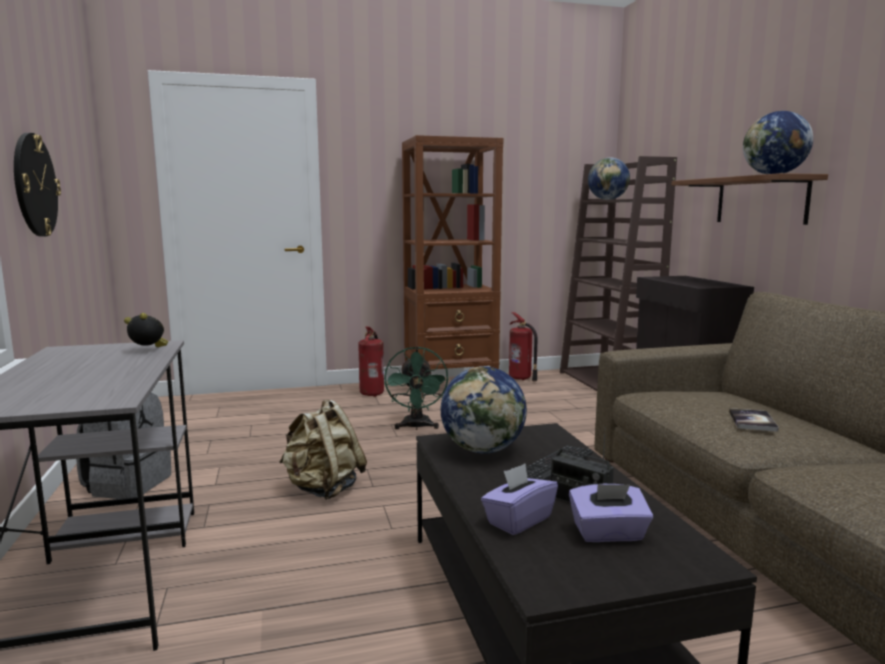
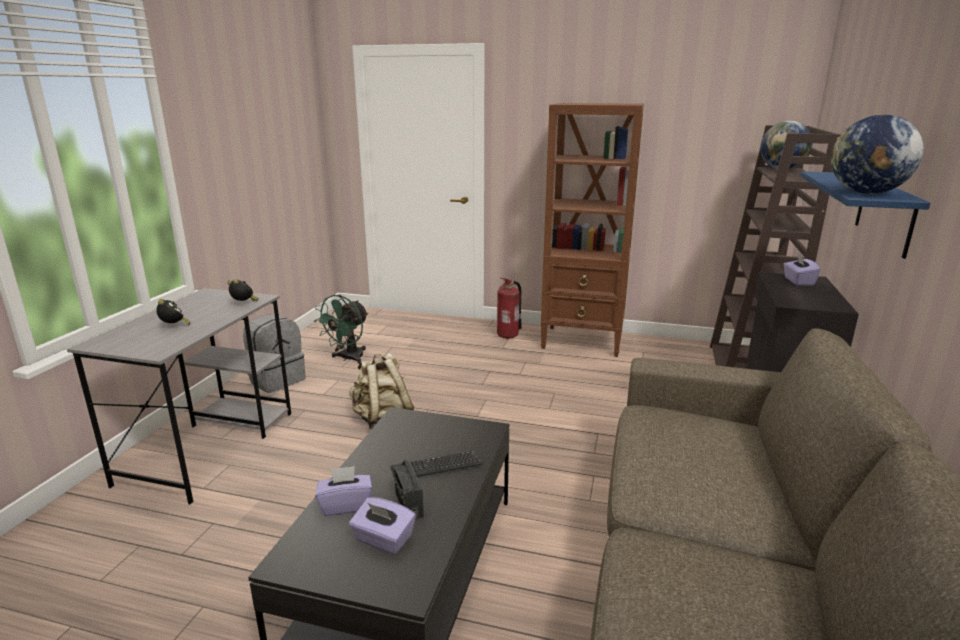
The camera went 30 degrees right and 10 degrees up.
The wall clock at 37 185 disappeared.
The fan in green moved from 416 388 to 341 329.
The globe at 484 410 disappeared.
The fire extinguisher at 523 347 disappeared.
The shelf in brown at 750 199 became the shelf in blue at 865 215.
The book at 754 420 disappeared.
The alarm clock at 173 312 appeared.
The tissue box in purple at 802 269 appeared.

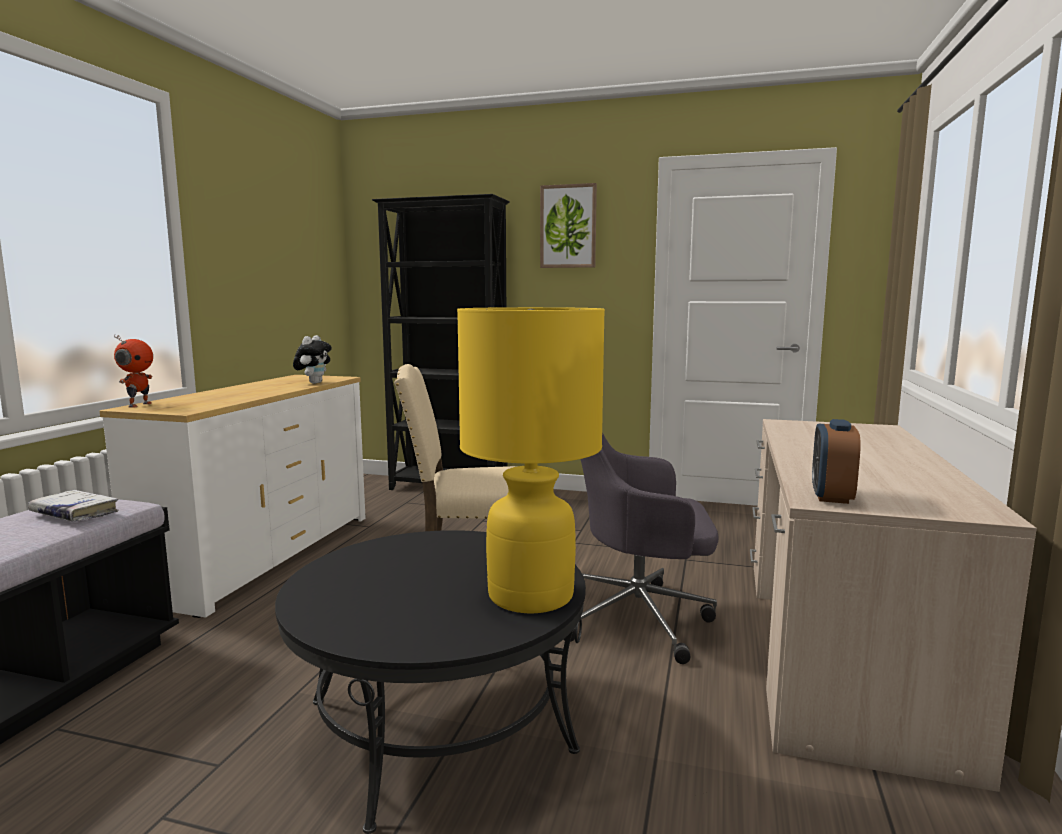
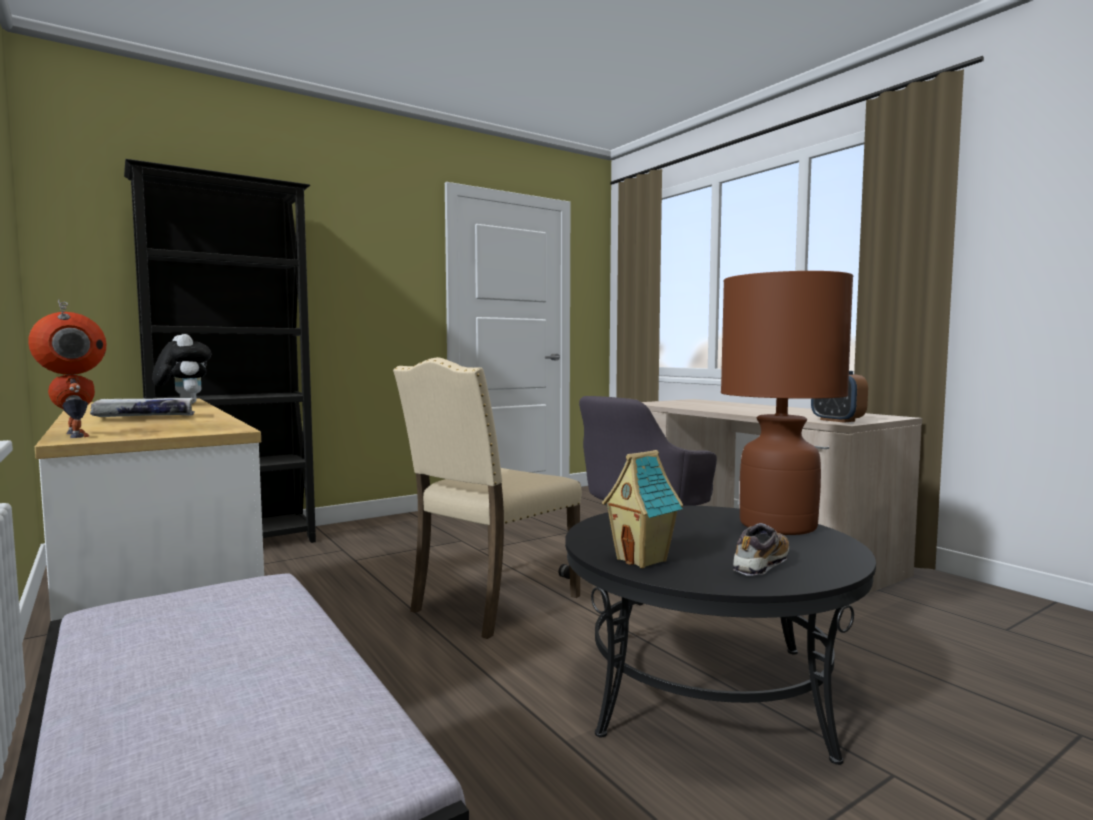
The camera went 50 degrees left and 5 degrees down.
The book in white moved from 73 506 to 142 407.
The table lamp in yellow at 531 460 became the table lamp in brown at 787 403.
The picture at 568 225 disappeared.
The toy house at 643 509 appeared.
The shoe at 761 549 appeared.

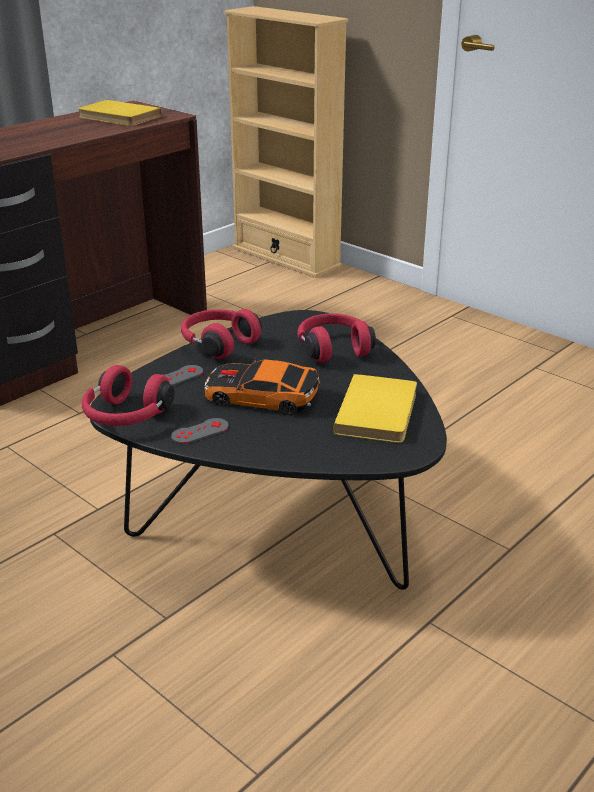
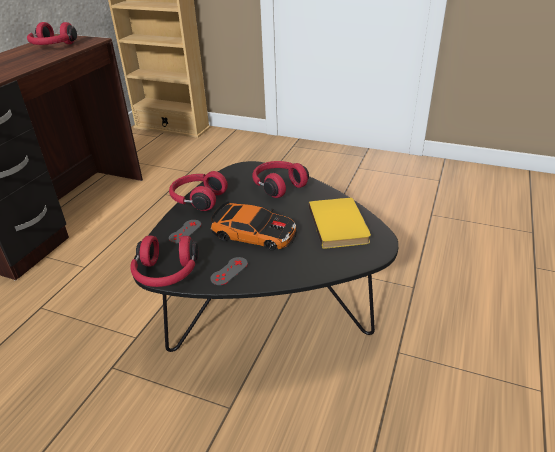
The camera went 20 degrees left and 5 degrees up.
The book in yellow at 120 113 was replaced by the headphones in red at 52 33.
The toy car at 262 387 turned 150 degrees counterclockwise.

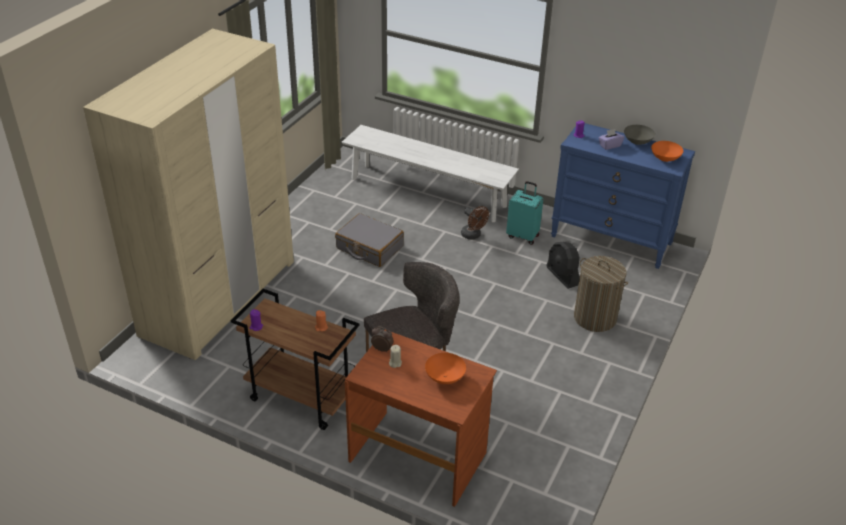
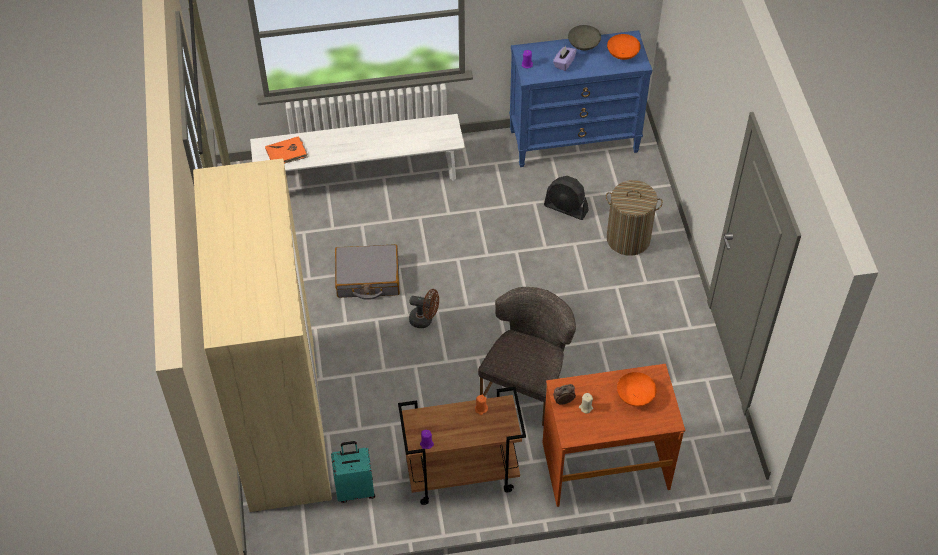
The camera went 35 degrees left and 15 degrees up.
The fan in brown moved from 475 223 to 424 308.
The suitcase in turquoise moved from 524 213 to 353 472.
The book in orange at 286 150 appeared.

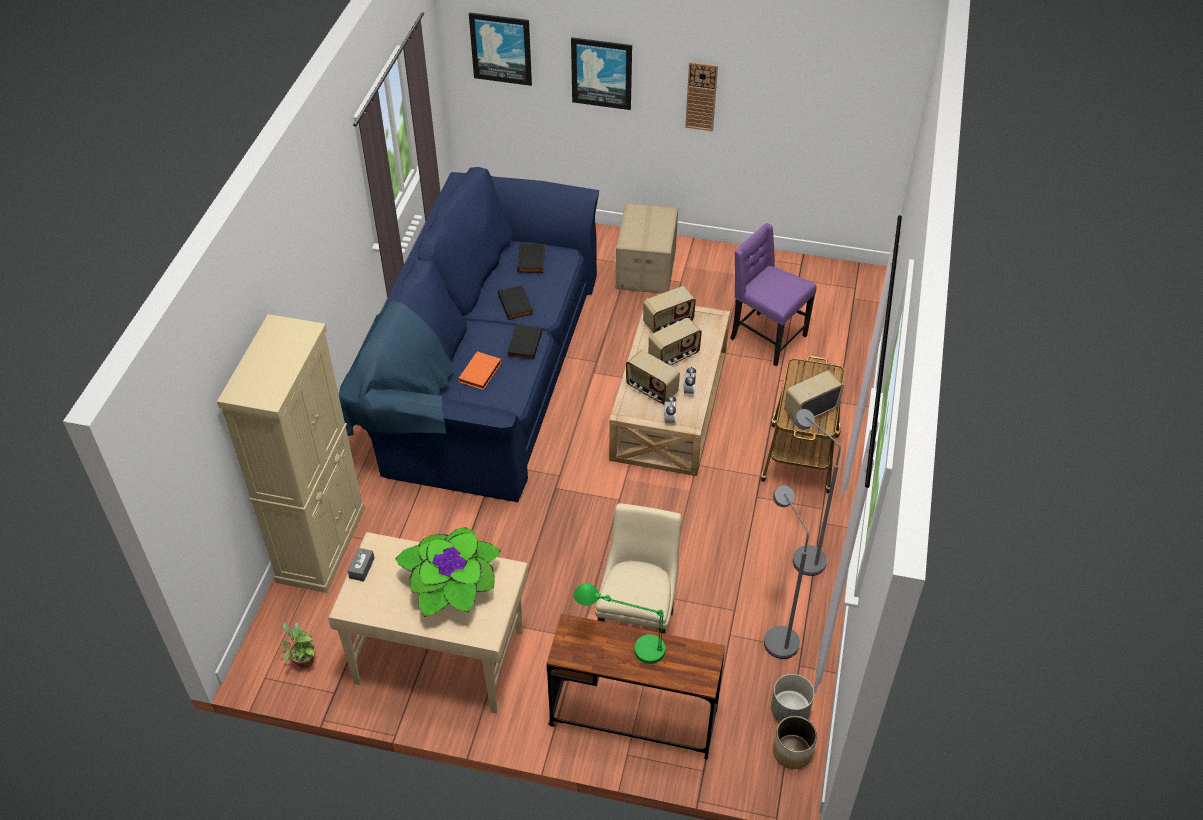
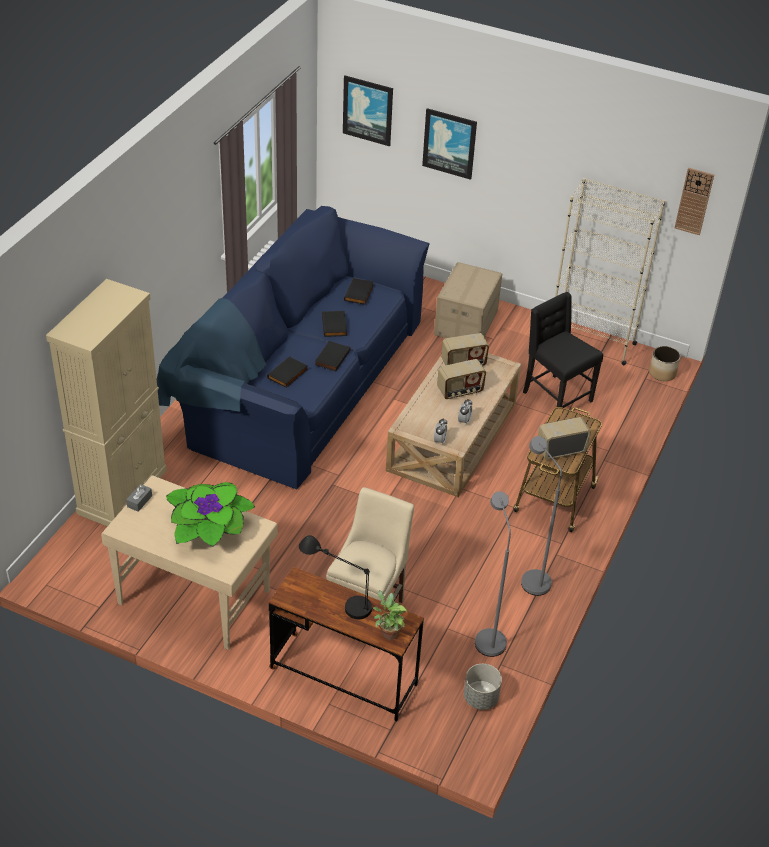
The camera went 10 degrees right and 5 degrees down.
The potted plant moved from 298 645 to 390 615.
The book in orange at 479 370 became the book in black at 287 372.
The table lamp in green at 620 623 became the table lamp in black at 335 577.
The radio at 653 377 disappeared.
The wall clock moved from 701 96 to 694 201.
The chair in purple at 773 294 became the chair in black at 563 356.
The planter moved from 795 742 to 665 363.
The bookcase in beige at 610 271 appeared.

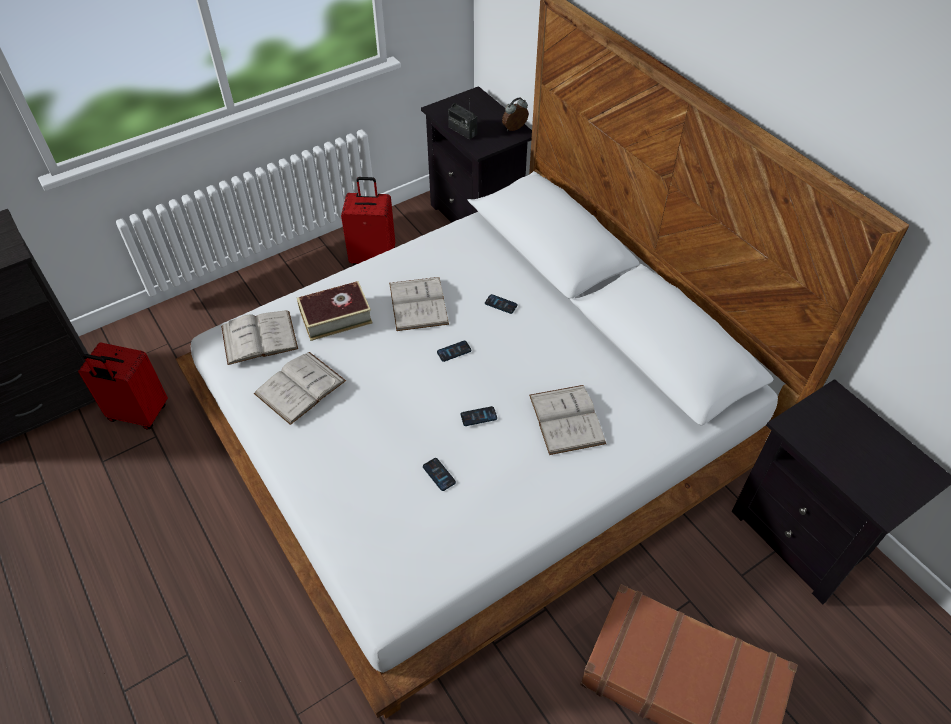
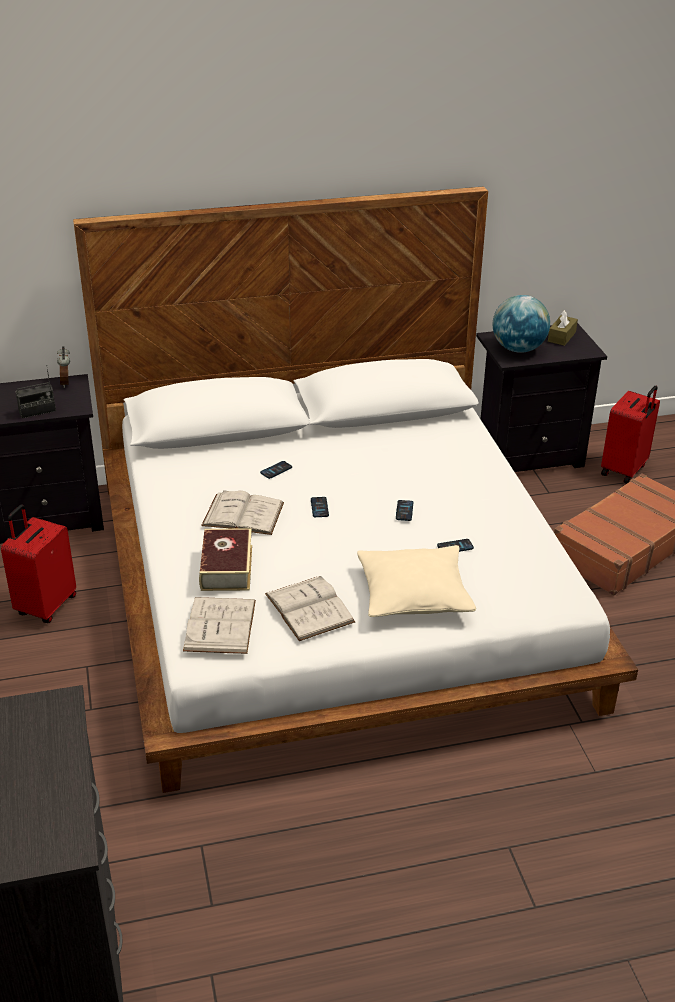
The camera went 70 degrees left and 15 degrees down.
The suitcase in red moved from 123 386 to 630 435.
The book in white at 567 420 disappeared.
The pillow in beige at 416 581 appeared.
The globe at 521 324 appeared.
The tissue box in brown at 563 328 appeared.

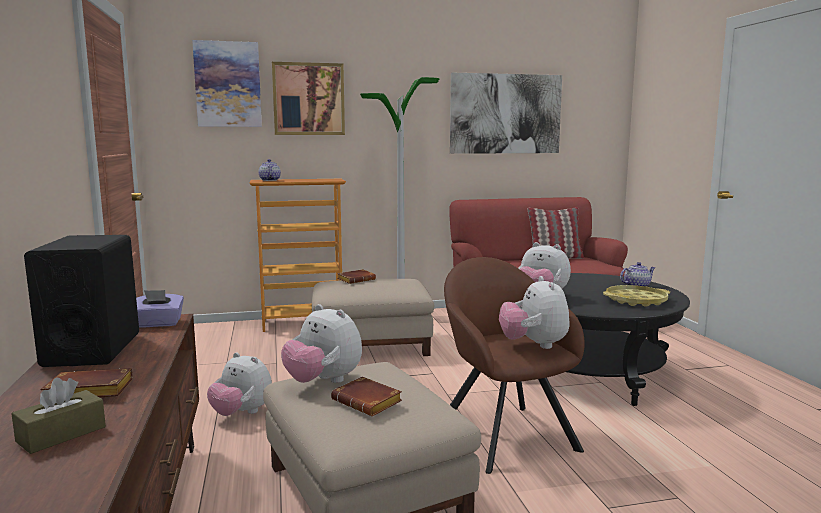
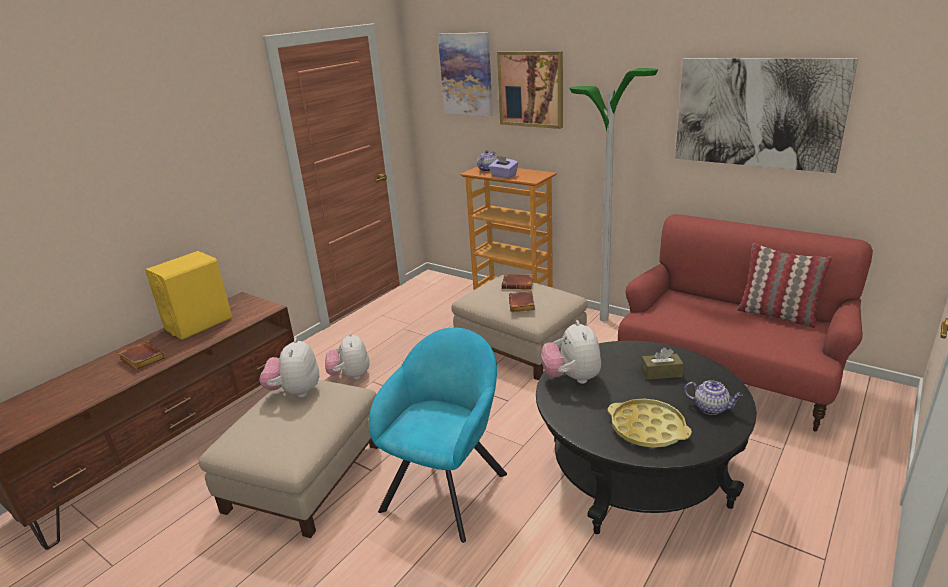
The camera went 50 degrees right and 15 degrees up.
The tissue box in brown moved from 58 416 to 662 363.
The speaker in black at 81 301 became the speaker in yellow at 188 295.
The tissue box in purple moved from 160 309 to 503 167.
The book in brown moved from 366 396 to 522 301.
The armchair in brown at 514 365 became the armchair in turquoise at 438 435.
The plush toy at 534 312 disappeared.

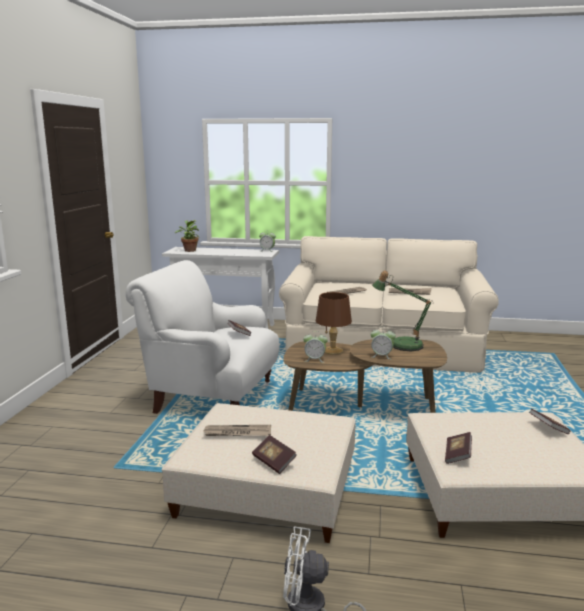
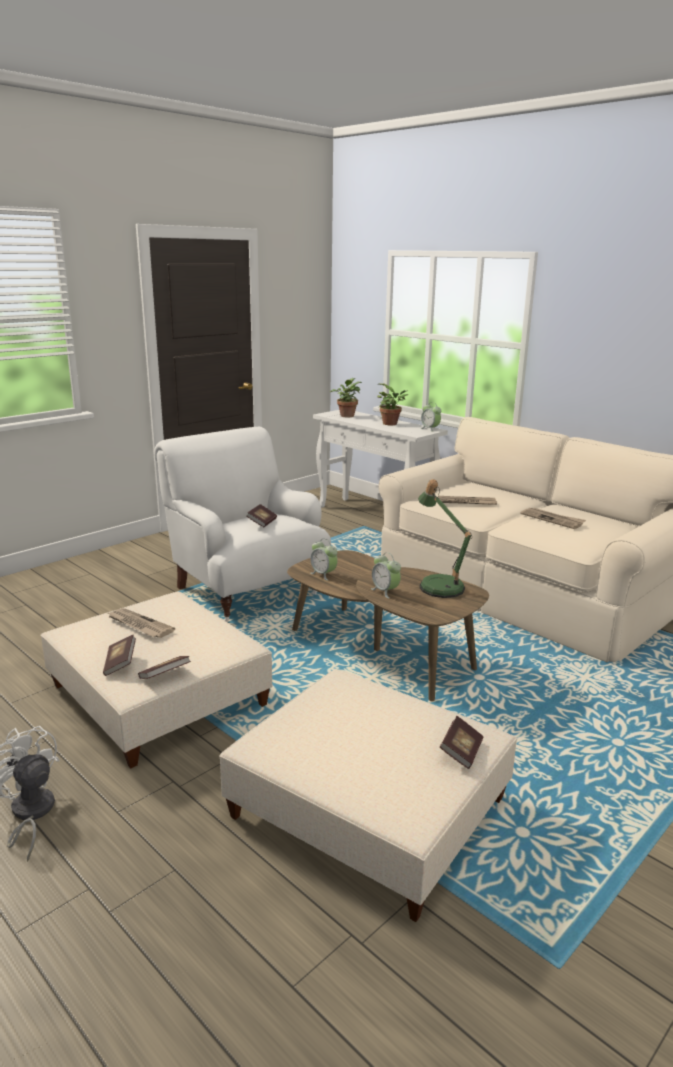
The camera went 35 degrees right and 5 degrees up.
The table lamp in brown at 334 323 disappeared.
The book moved from 458 448 to 164 667.
The potted plant at 392 404 appeared.

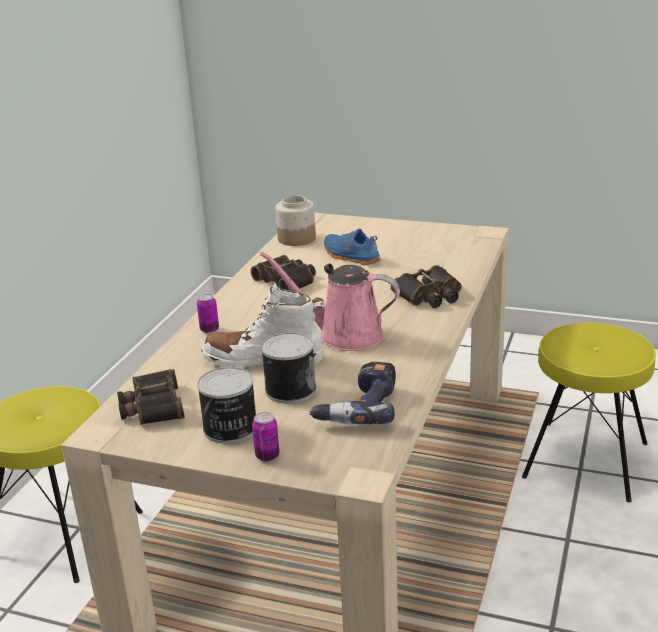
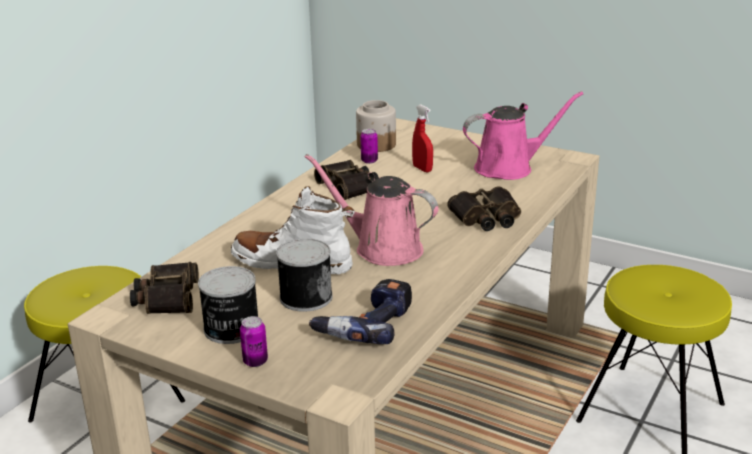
The camera went 10 degrees right and 0 degrees up.
The can moved from 208 313 to 369 146.
The shoe in blue at 352 247 was replaced by the spray bottle in red at 422 138.
The watering can in pink at 523 136 appeared.

